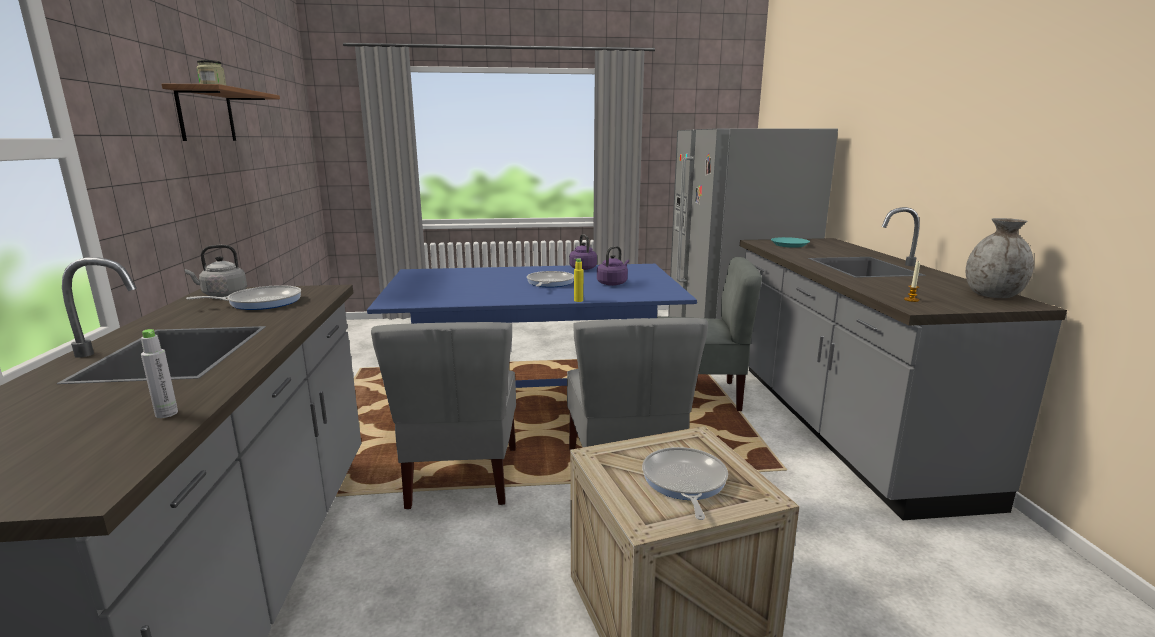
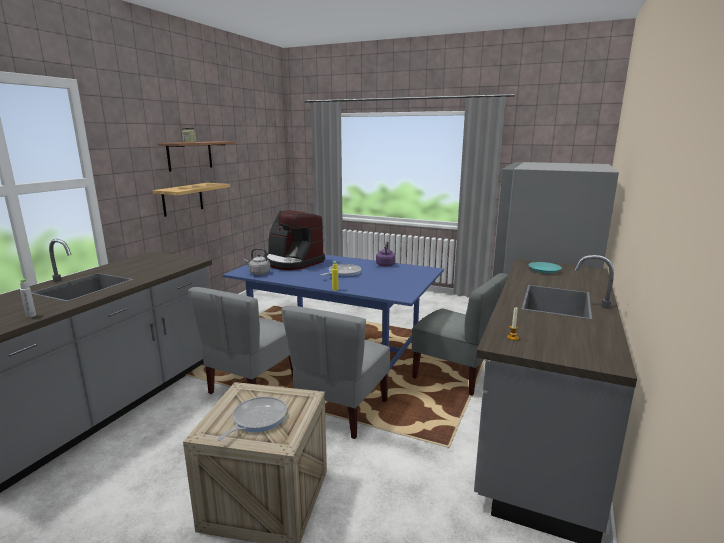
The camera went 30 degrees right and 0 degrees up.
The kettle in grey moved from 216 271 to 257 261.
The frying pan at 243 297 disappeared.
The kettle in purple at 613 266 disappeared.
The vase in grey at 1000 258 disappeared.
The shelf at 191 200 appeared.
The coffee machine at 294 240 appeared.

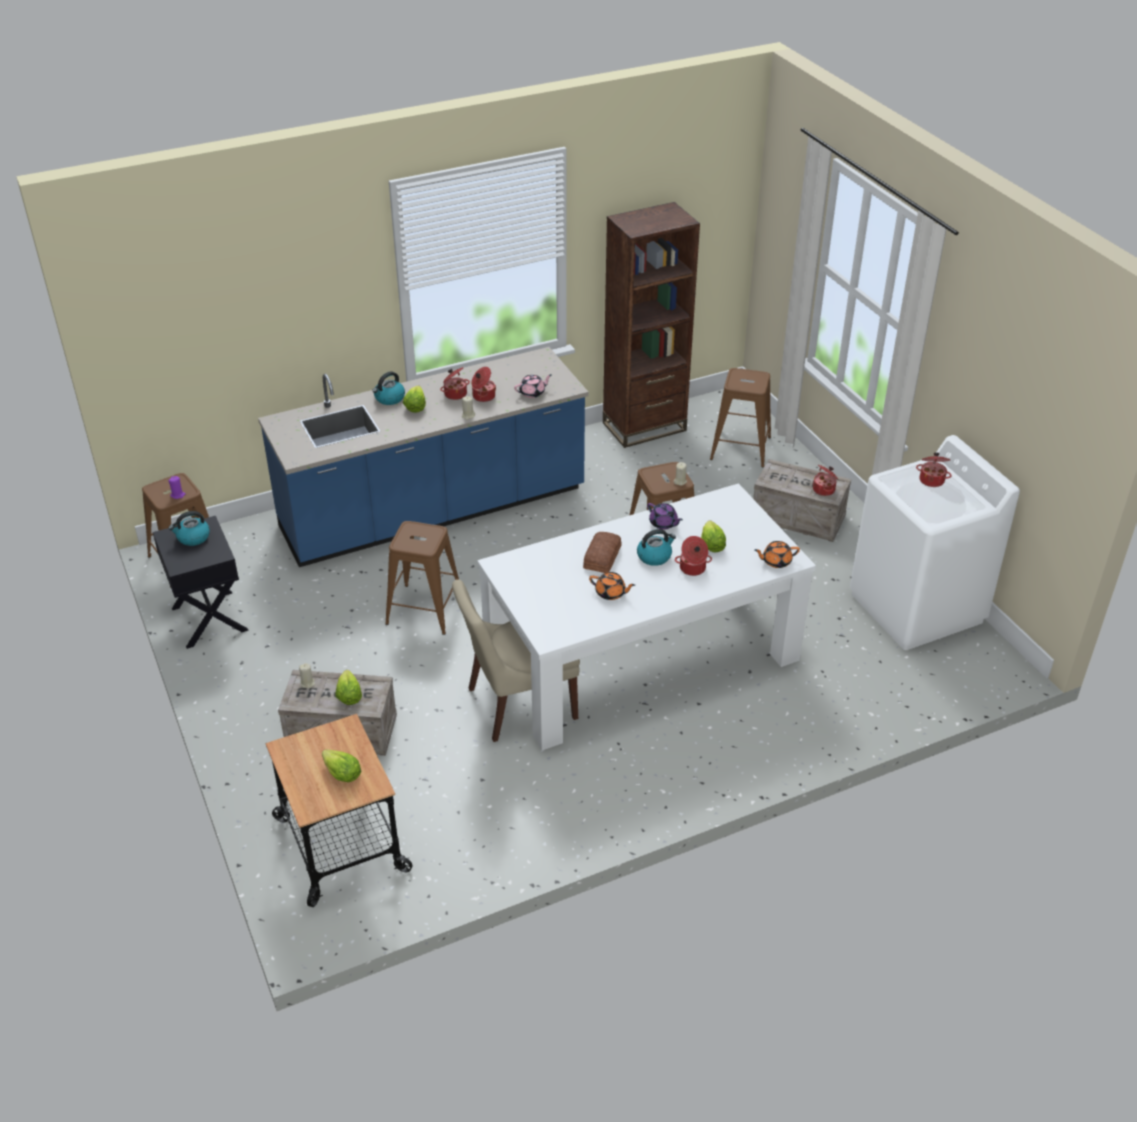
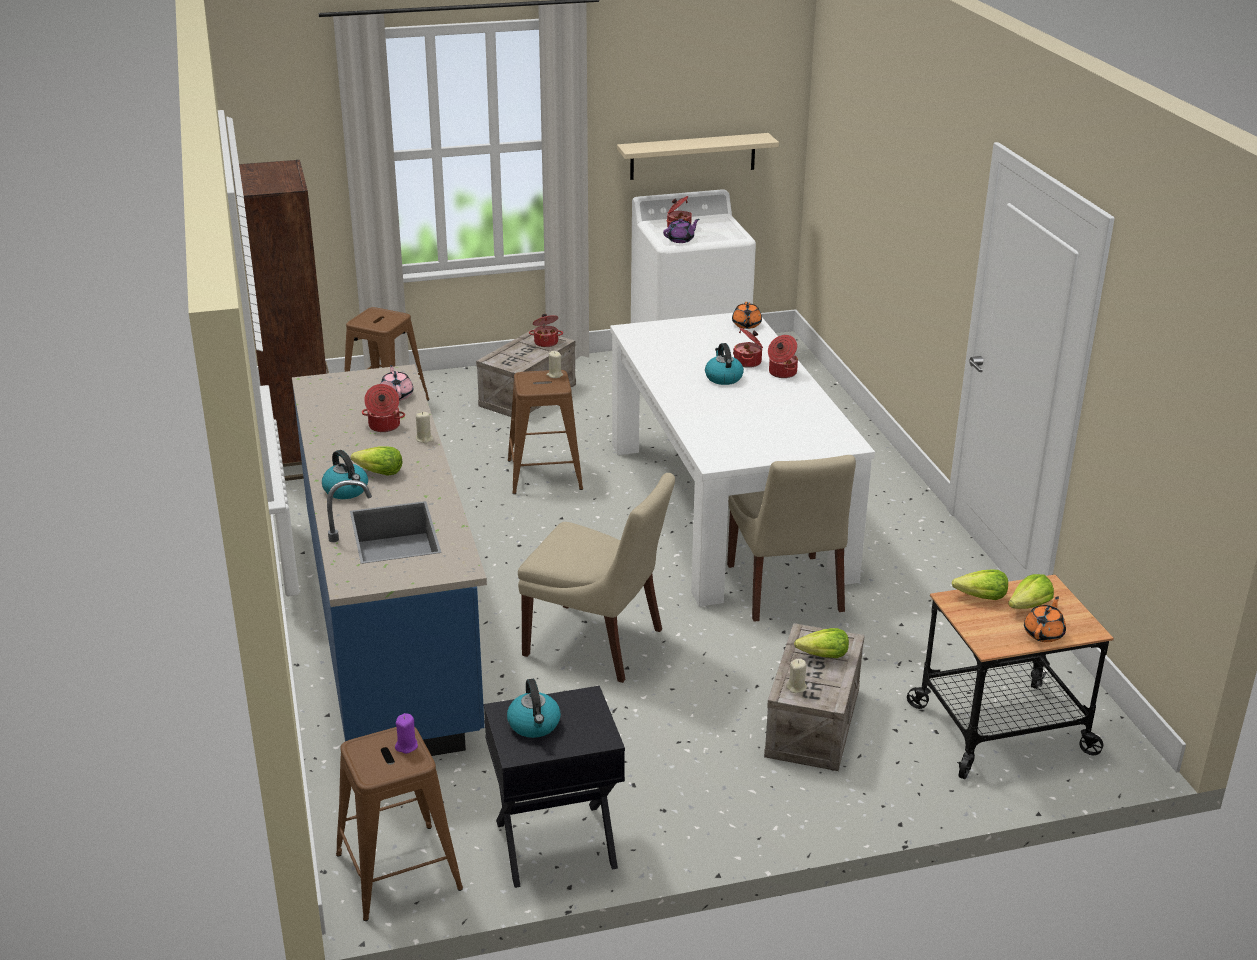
The camera went 80 degrees left and 10 degrees down.
The stool in brown at 422 578 was replaced by the chair in beige at 596 578.
The cooking pot moved from 455 383 to 783 356.
The bread at 602 552 disappeared.
The teapot in orange moved from 612 586 to 1045 619.
The teapot in purple moved from 665 516 to 681 231.
The lettuce moved from 713 536 to 980 584.
The shelf in beige at 698 156 appeared.

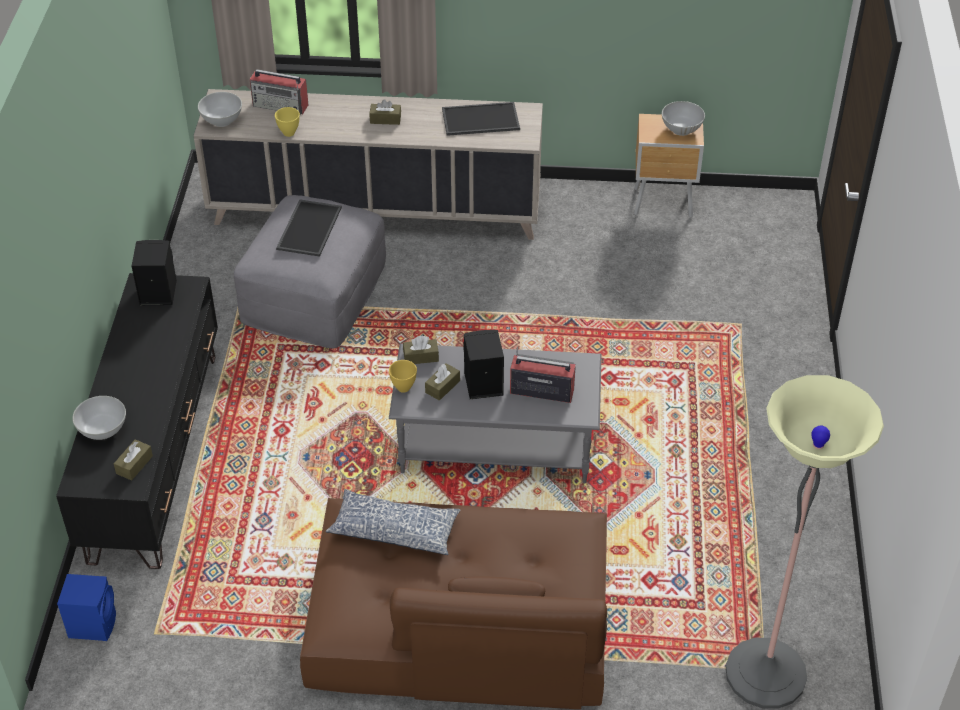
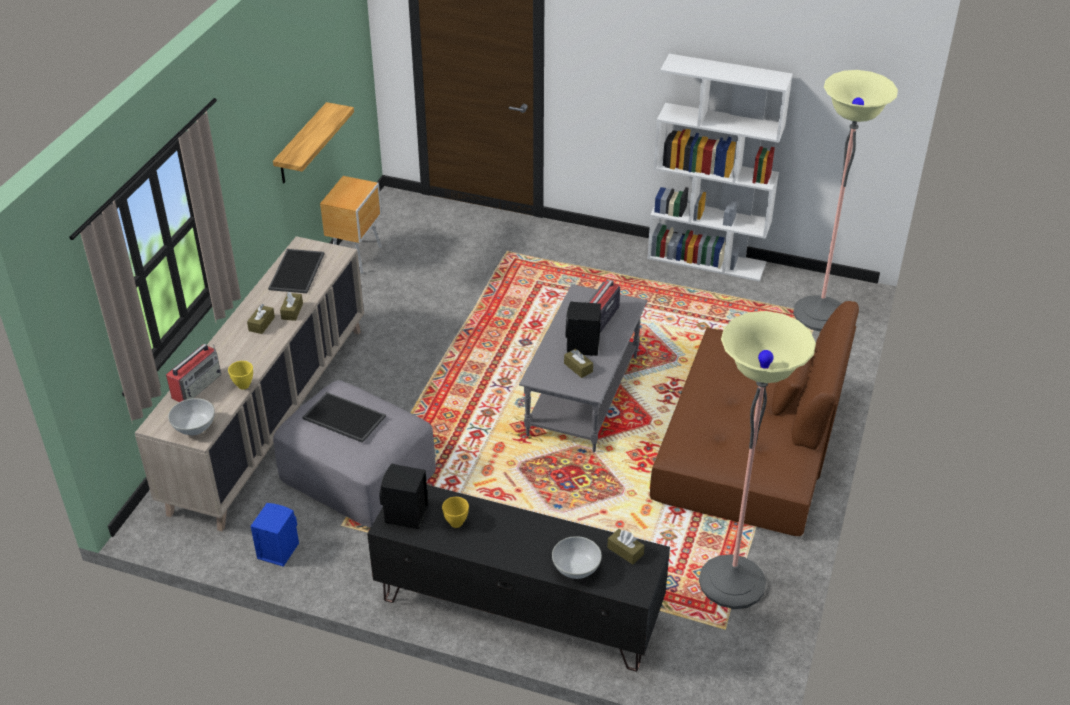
The camera went 75 degrees left and 5 degrees down.
The speaker in blue moved from 86 607 to 275 535.
The pillow at 393 522 disappeared.
The bowl in yellow moved from 403 376 to 455 512.
The tissue box in brown moved from 421 350 to 291 306.
The bowl in white at 683 118 disappeared.
The shelf at 313 142 appeared.
The bookcase in white at 720 168 appeared.
The floor lamp at 757 460 appeared.

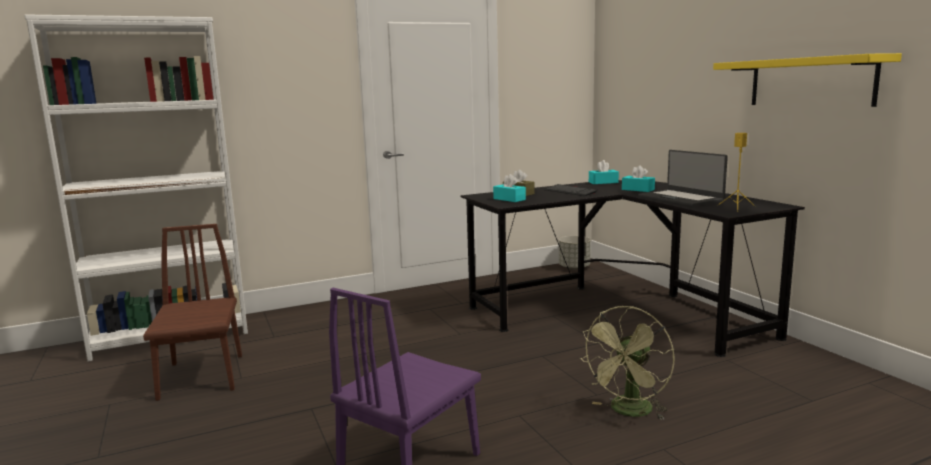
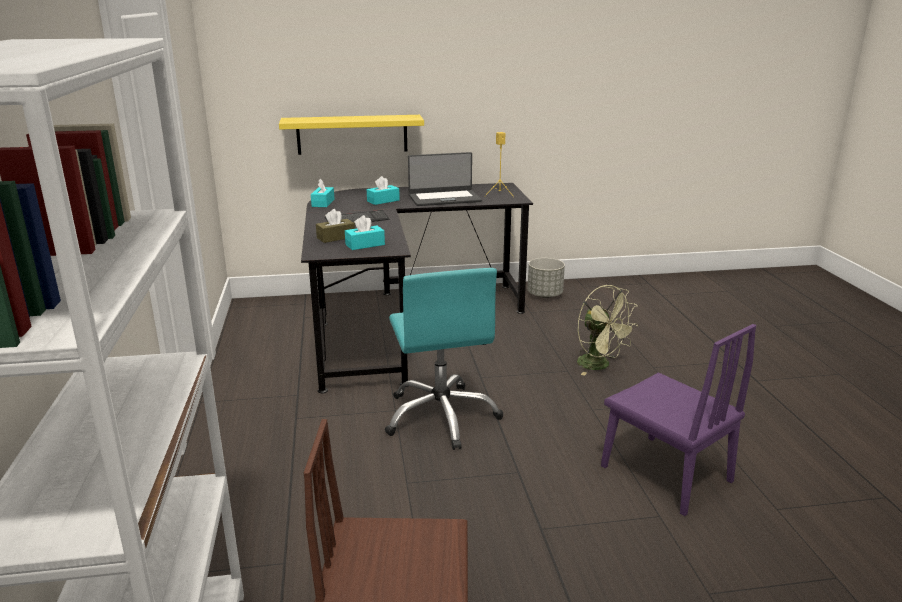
The camera went 75 degrees left and 10 degrees up.
The planter in grey moved from 575 253 to 546 278.
The shelf in yellow moved from 807 80 to 351 135.
The office chair in turquoise at 444 359 appeared.

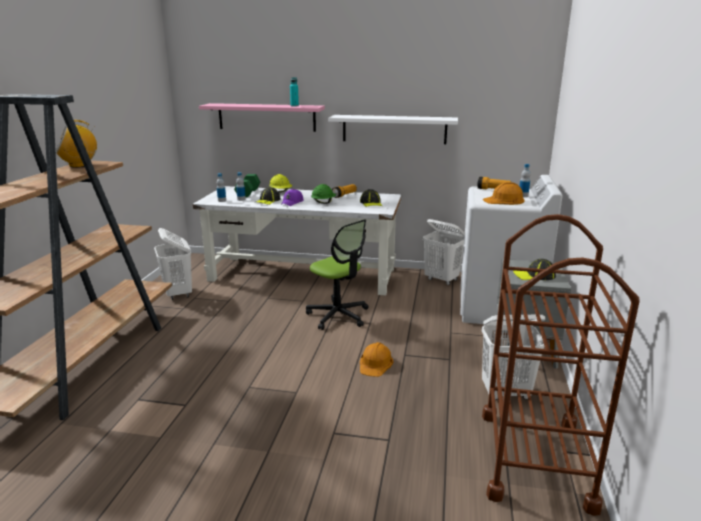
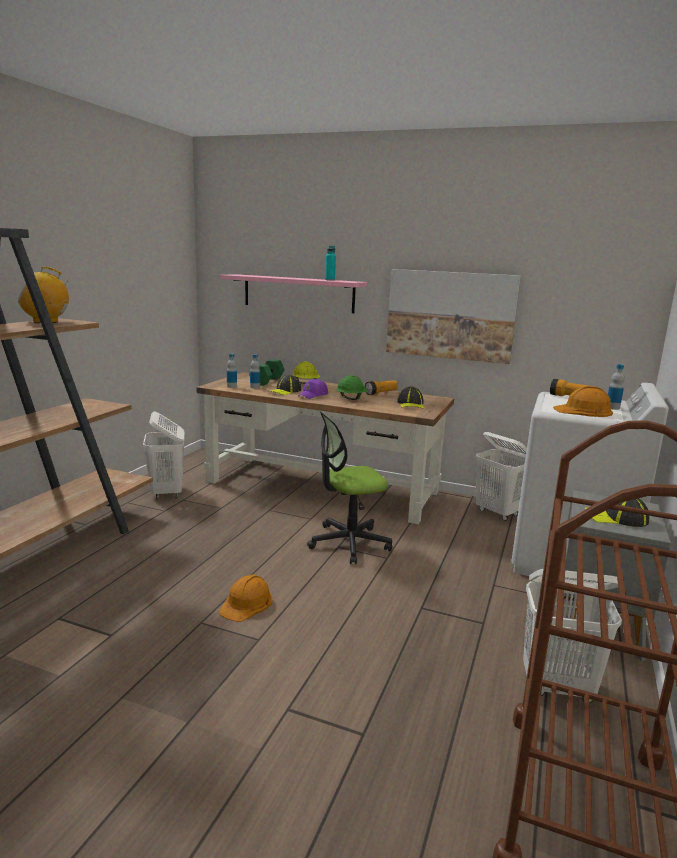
The camera went 10 degrees right and 5 degrees down.
The desk in white at 297 241 became the desk in brown at 325 448.
The office chair at 337 274 turned 105 degrees clockwise.
The shelf in white at 393 129 was replaced by the picture at 453 316.
The hard hat in orange moved from 377 359 to 246 598.

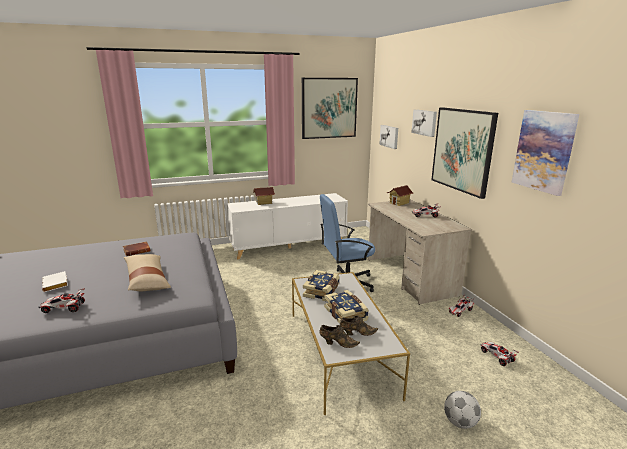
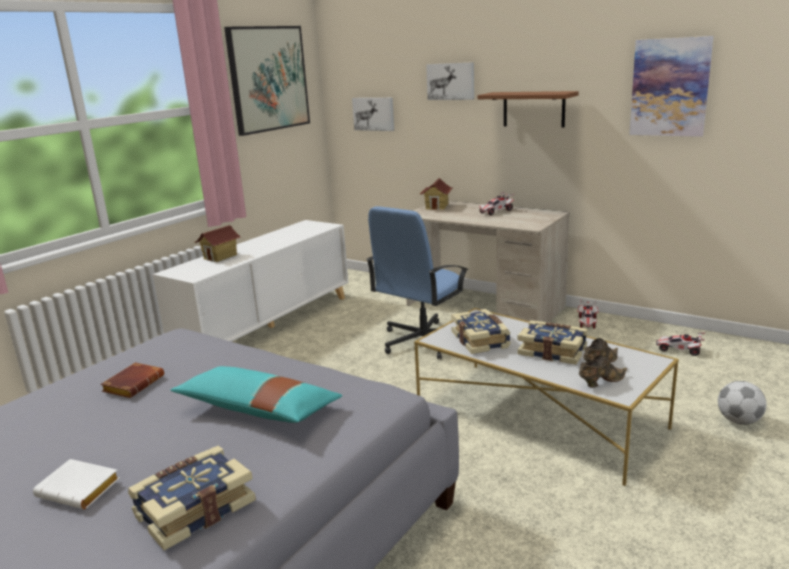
The camera went 35 degrees left and 0 degrees up.
The toy car at 62 300 was replaced by the book at 192 498.
The pillow in beige at 147 272 became the pillow in turquoise at 256 394.
The picture at 464 153 was replaced by the shelf in brown at 528 109.

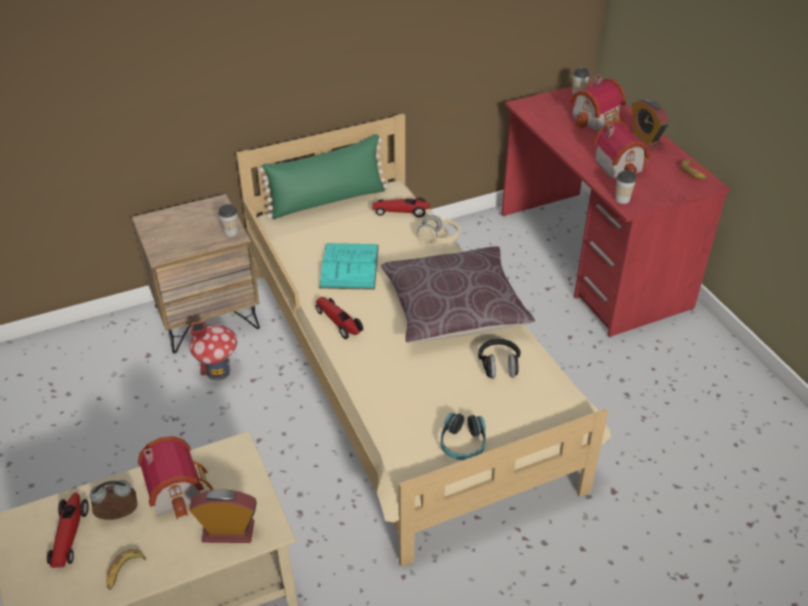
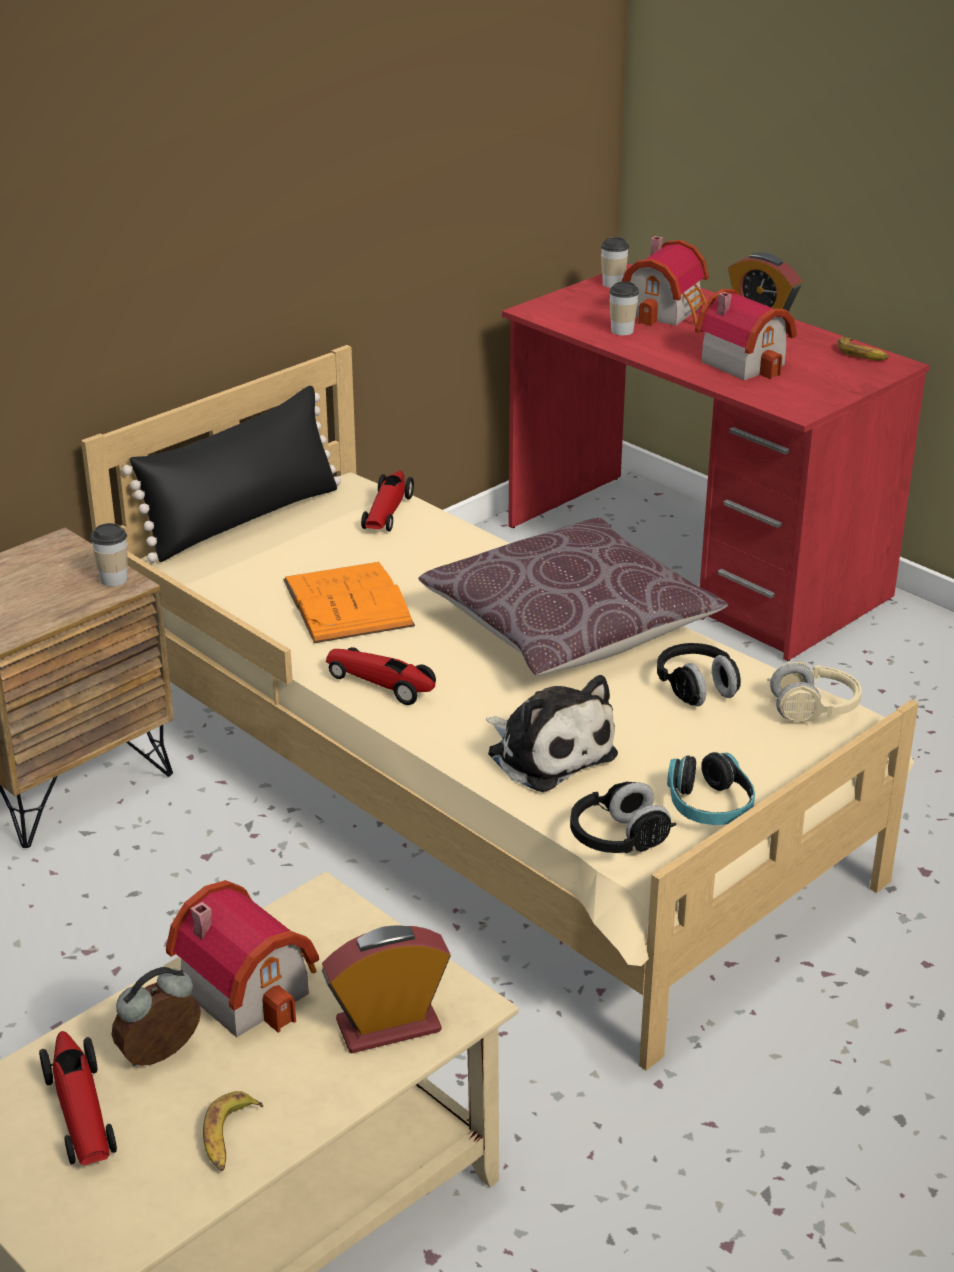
The camera went 20 degrees left and 10 degrees down.
The toy house at 213 350 disappeared.
The pillow in green at 323 176 became the pillow in black at 231 474.
The book in turquoise at 349 266 became the book in orange at 349 602.
The toy car at 401 208 turned 60 degrees counterclockwise.
The headphones in beige moved from 438 229 to 814 692.
The cup moved from 626 187 to 624 308.
The plush toy at 552 733 appeared.
The headphones in black at 623 817 appeared.

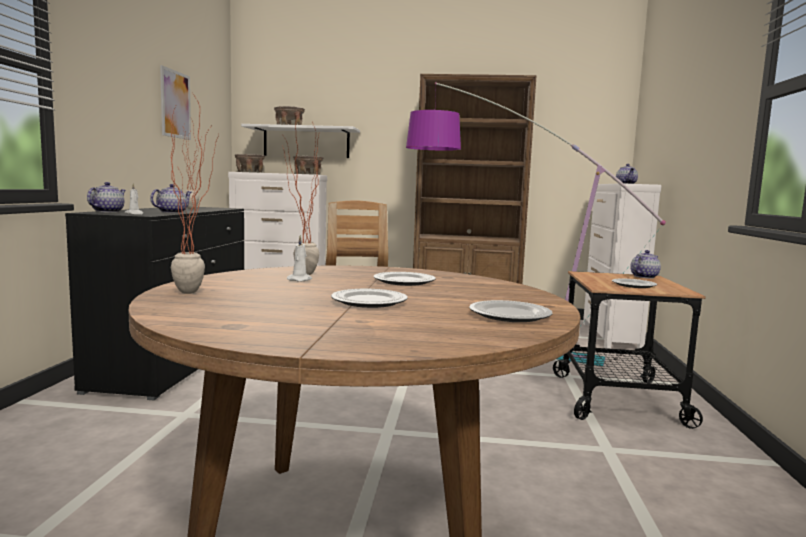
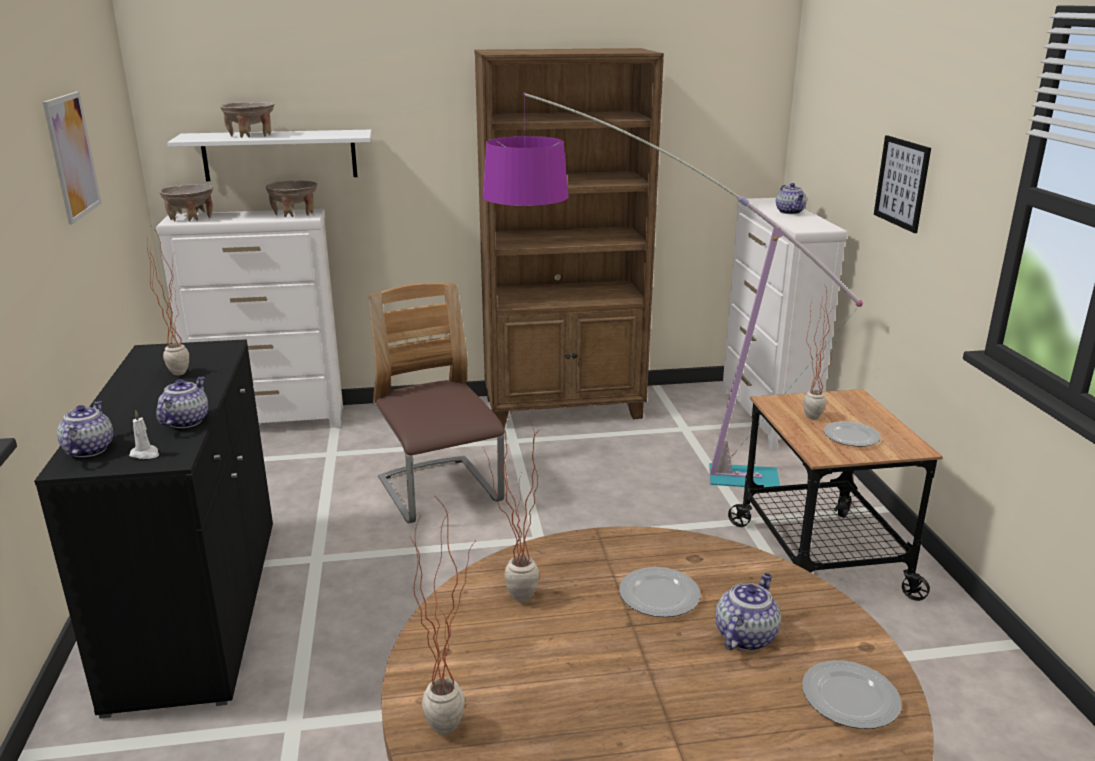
The camera went 15 degrees left and 15 degrees up.
The candle in white at 299 258 disappeared.
The plate at 369 298 disappeared.
The teapot moved from 645 264 to 748 612.
The potted plant at 819 354 appeared.
The picture at 902 184 appeared.

